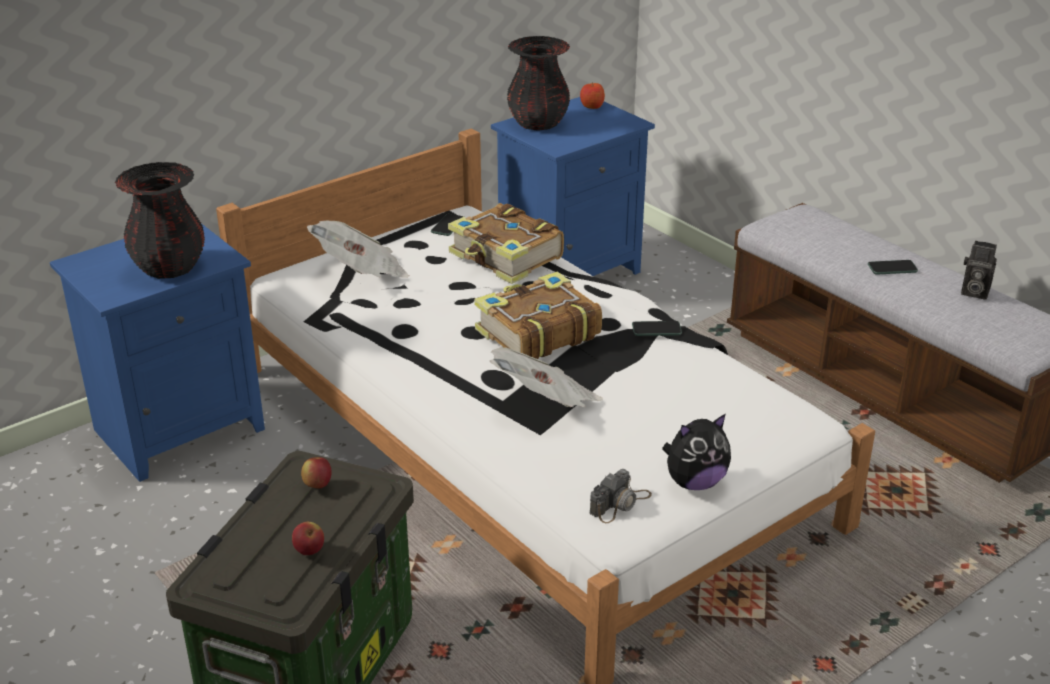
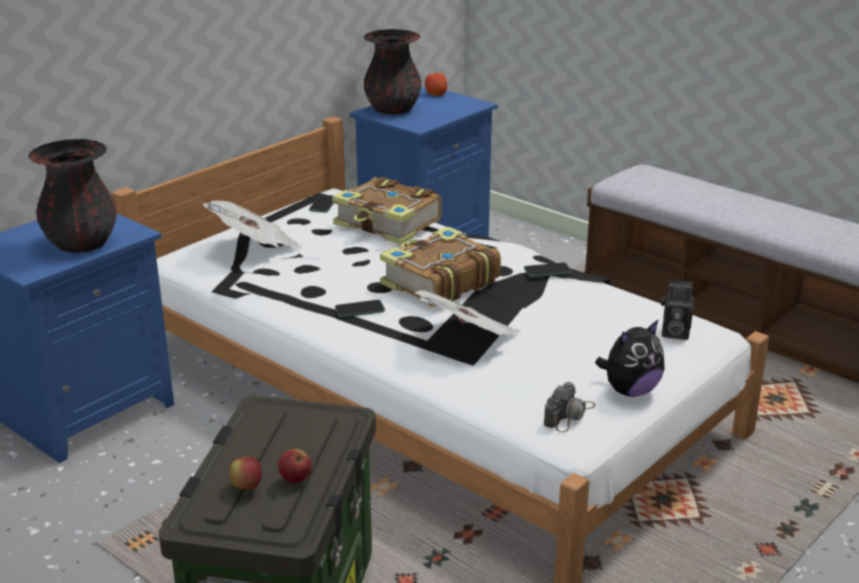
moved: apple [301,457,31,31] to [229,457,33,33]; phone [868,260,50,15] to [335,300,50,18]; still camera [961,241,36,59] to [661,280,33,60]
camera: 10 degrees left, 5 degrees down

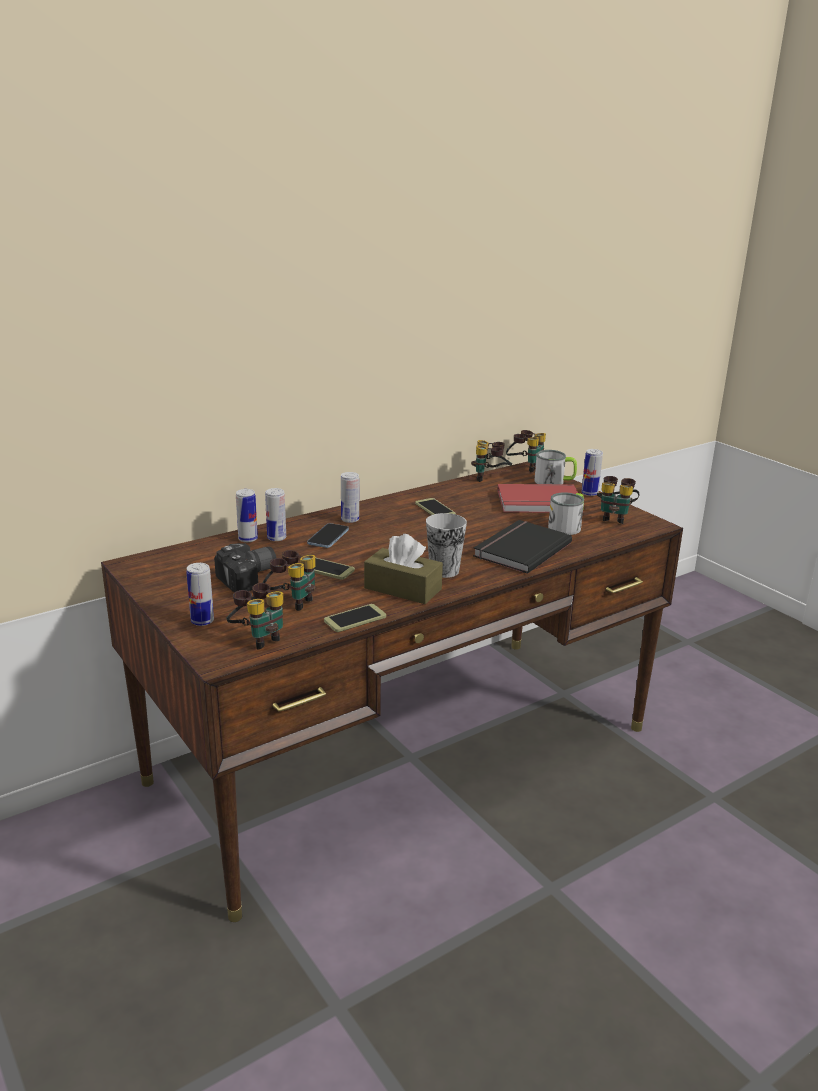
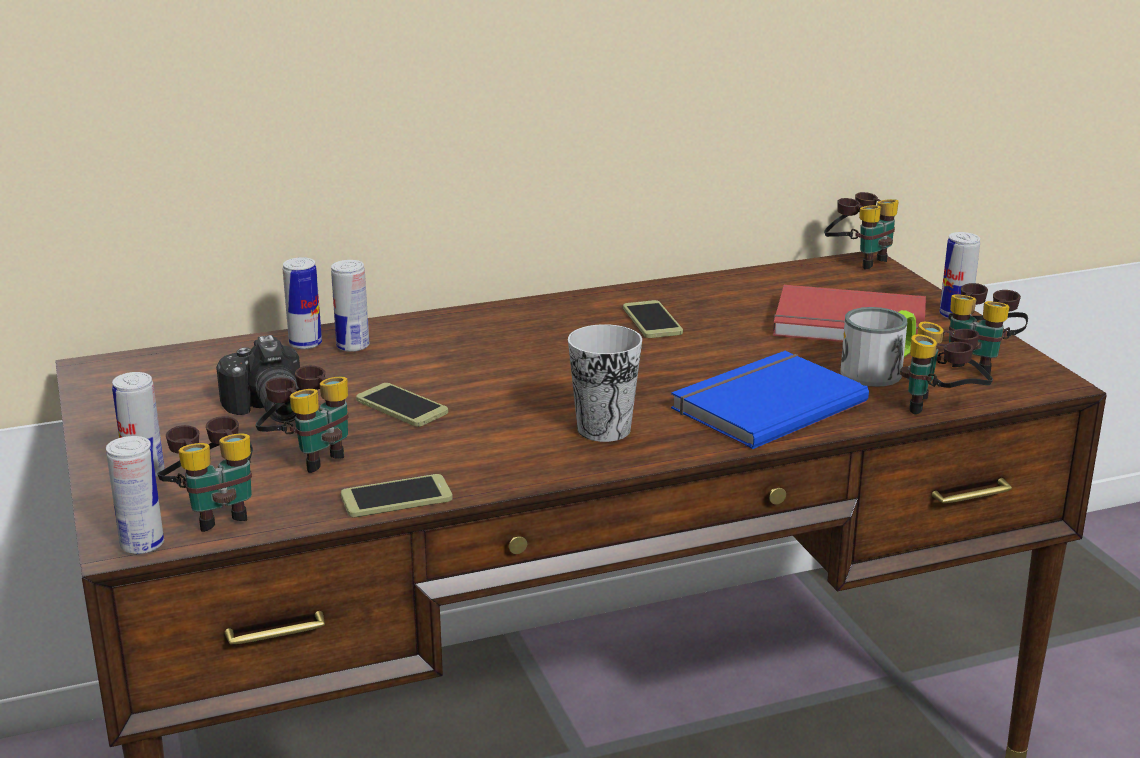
removed: phone [307,523,42,25]; brown-coloured box of tissues [364,534,79,70]; tea mug [534,450,43,34]
moved: metal can [341,472,18,51] to [106,436,58,118]; pair of binoculars [471,440,41,42] to [900,322,93,92]
recoloured: black book [473,520,99,54] to bluish book [671,351,198,98]
turned: still camera [214,543,62,49] = [216,335,84,88] 90 degrees clockwise
camera: 15 degrees right, 0 degrees up

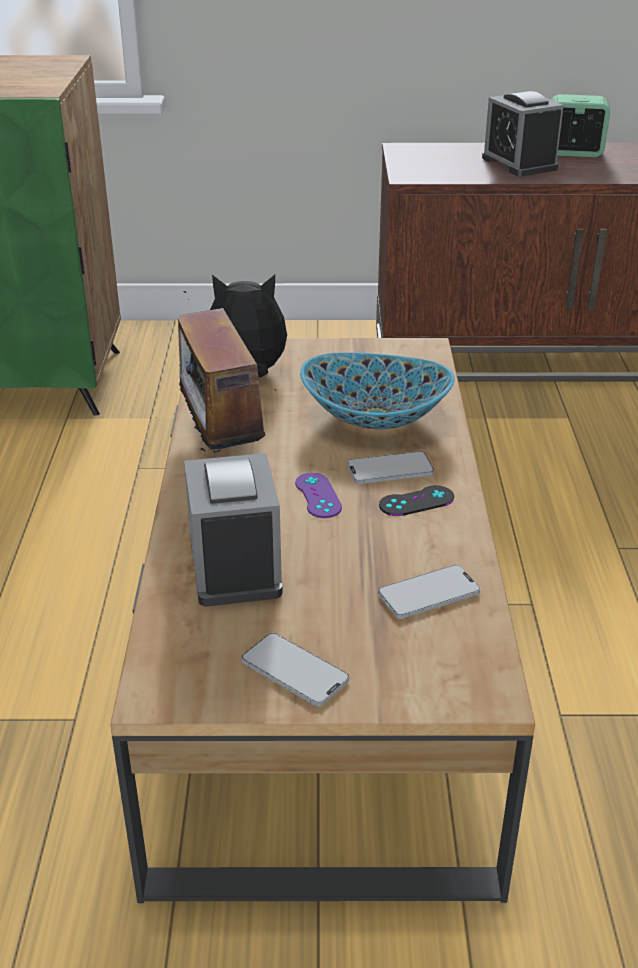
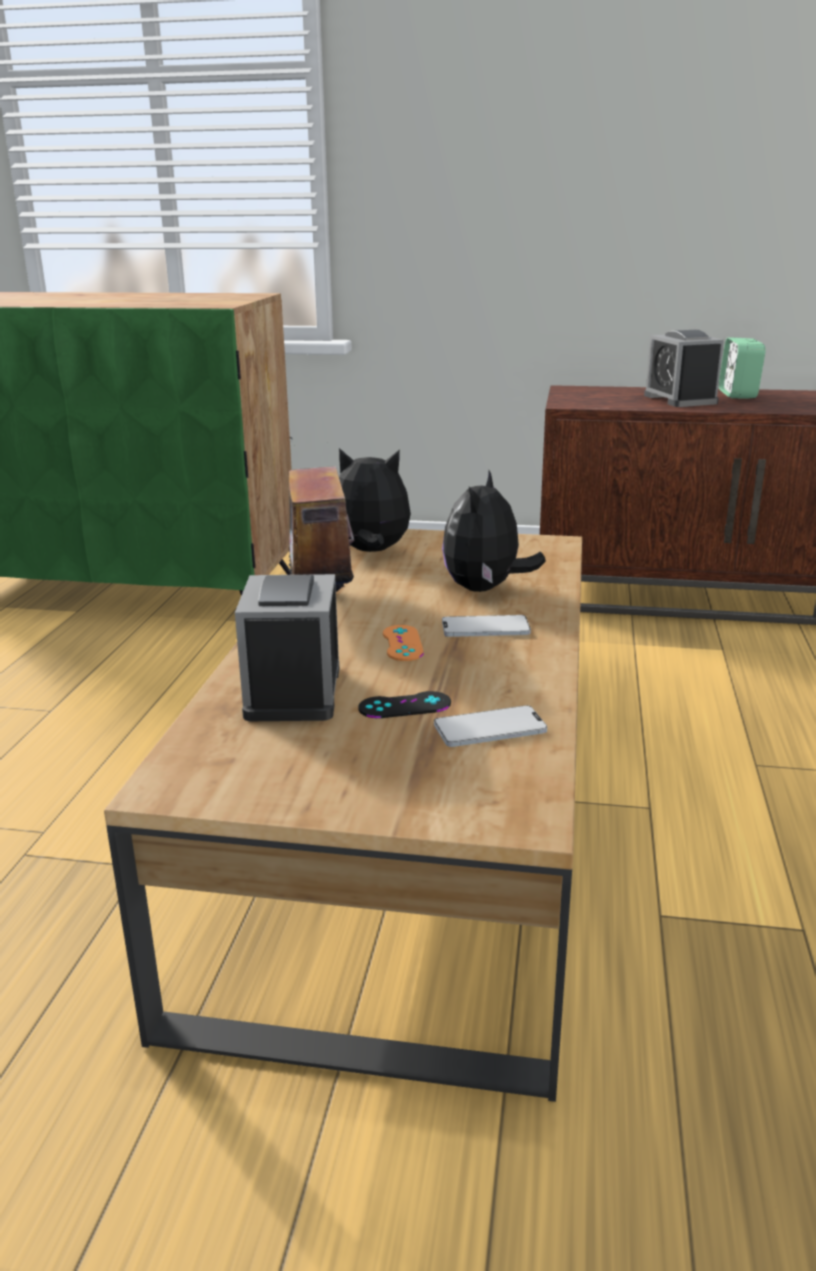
removed: phone [241,633,108,74]
moved: black game controller [379,485,75,31] to [358,691,93,27]
replaced: bowl [300,352,155,77] to cuddly toy [442,470,104,122]
recoloured: purplish game controller [295,473,47,45] to orangey game controller [383,625,41,36]
turned: table clock [551,94,59,63] = [719,338,46,60] 105 degrees counterclockwise
camera: 10 degrees right, 10 degrees down

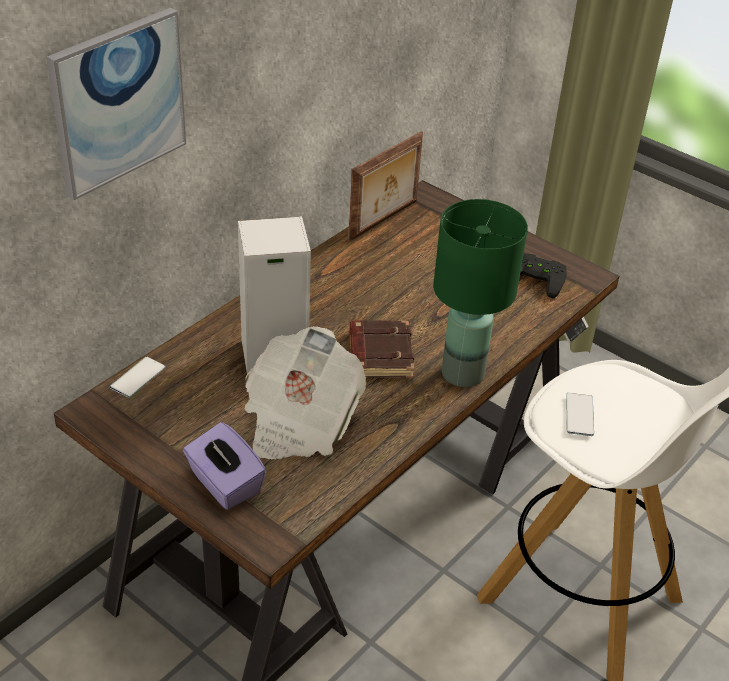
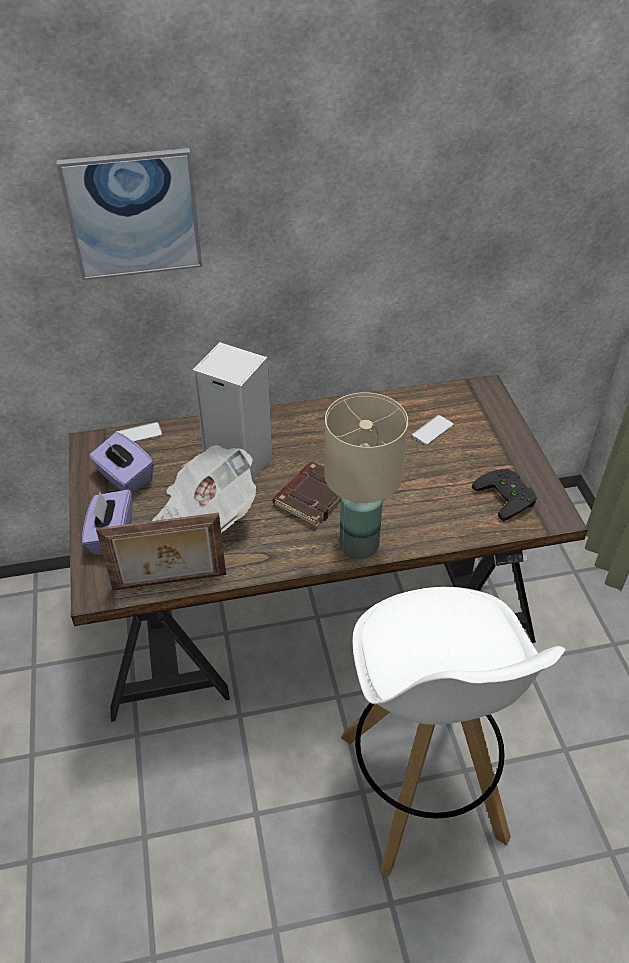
added: purplish box of tissues [89,432,65,61]
moved: standing frame [348,131,75,110] to [96,513,130,77]; phone [566,393,28,43] to [411,415,43,30]
recoloured: greenish table lamp [433,199,95,188] to sand-coloured table lamp [324,392,84,167]
camera: 40 degrees right, 5 degrees up

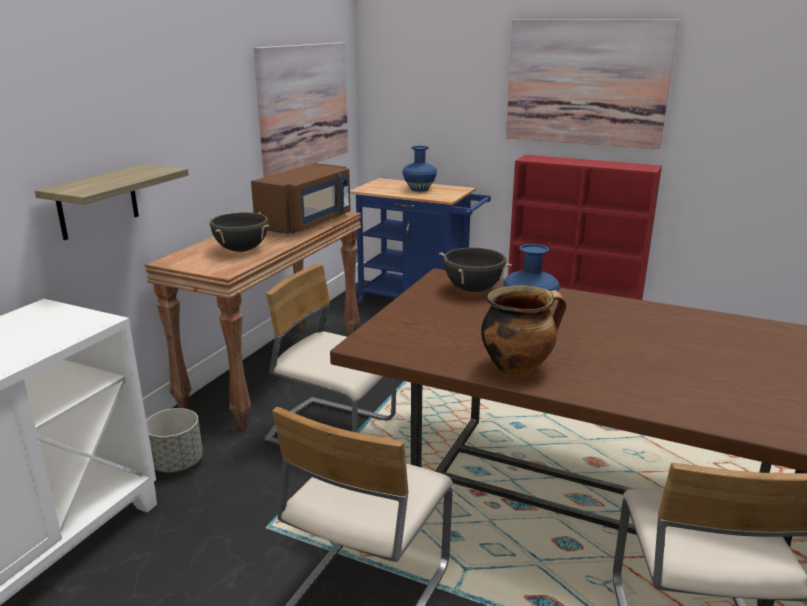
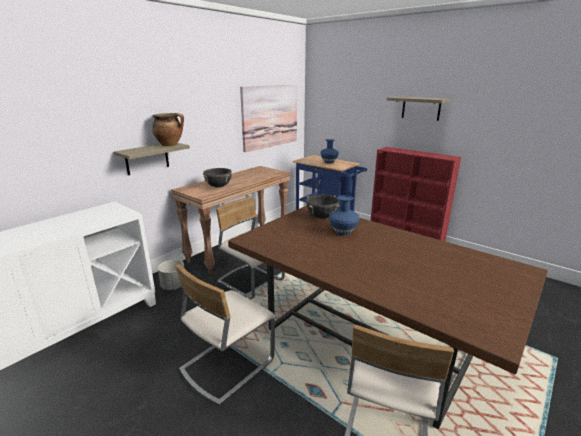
removed: brown-coloured microwave [251,163,100,71]
moved: cooking pot [481,285,85,91] to [152,113,32,33]
replaced: picture [506,20,173,129] to bracket shelf [387,96,64,25]
camera: 15 degrees right, 0 degrees up

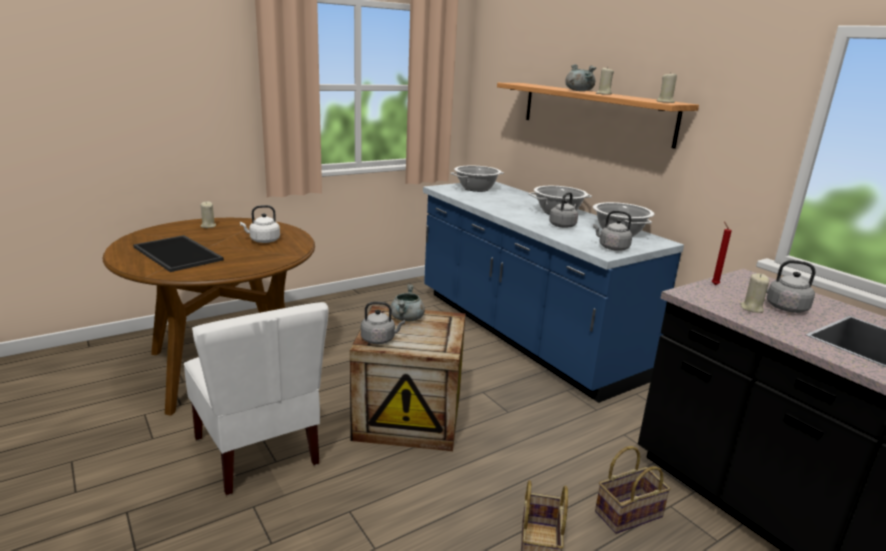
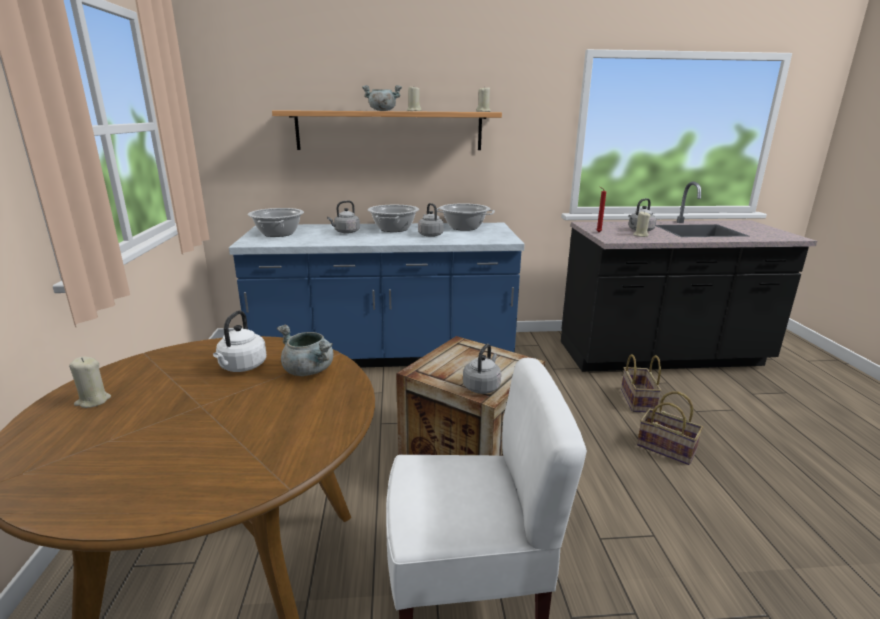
removed: serving tray [133,235,91,37]
moved: greyish cooking pot [391,284,34,38] to [277,325,56,51]; greyish water kettle [593,211,39,40] to [327,201,33,33]
camera: 60 degrees left, 0 degrees up

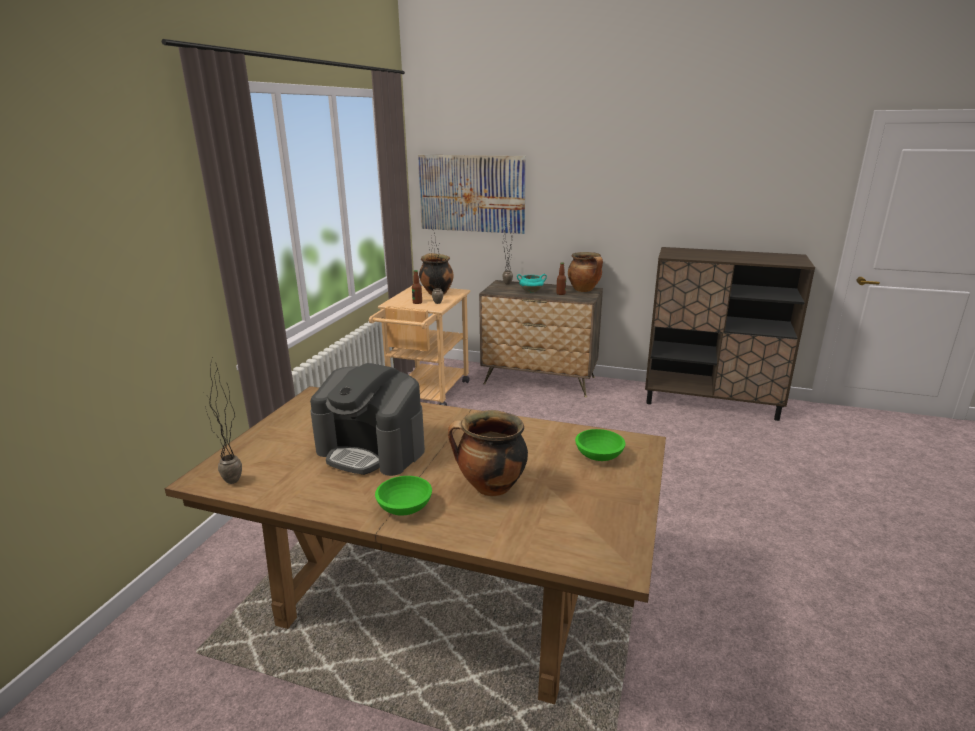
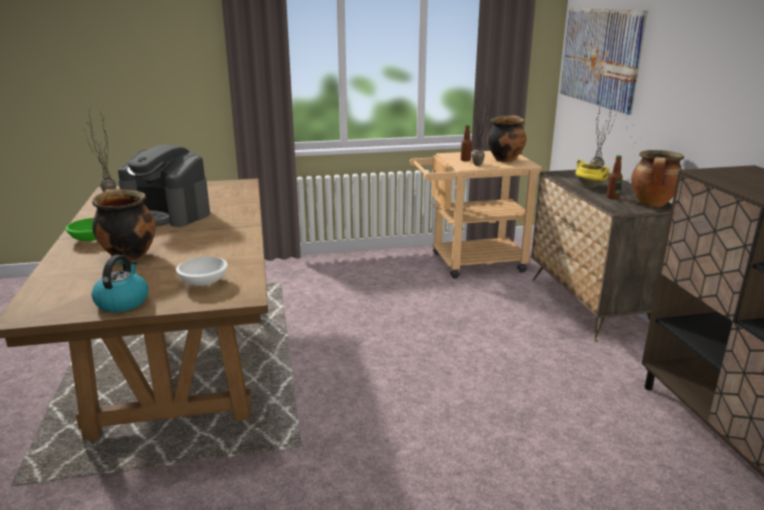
added: water kettle [91,255,57,57]
recoloured: turquoise cooking pot [517,274,30,19] to yellowish cooking pot [575,159,35,28]; greenish bowl [575,429,51,32] to white-coloured bowl [176,257,51,29]
turned: coffee maker [310,363,115,113] = [118,144,92,83] 60 degrees counterclockwise
camera: 60 degrees right, 0 degrees up

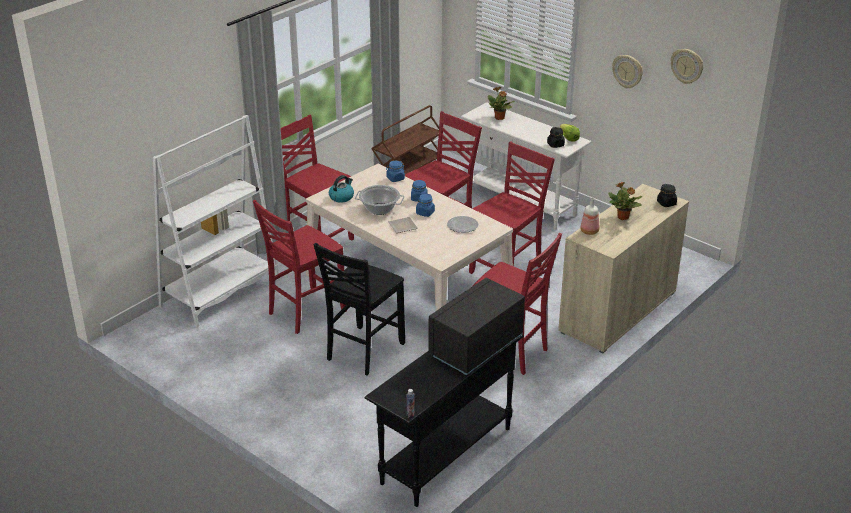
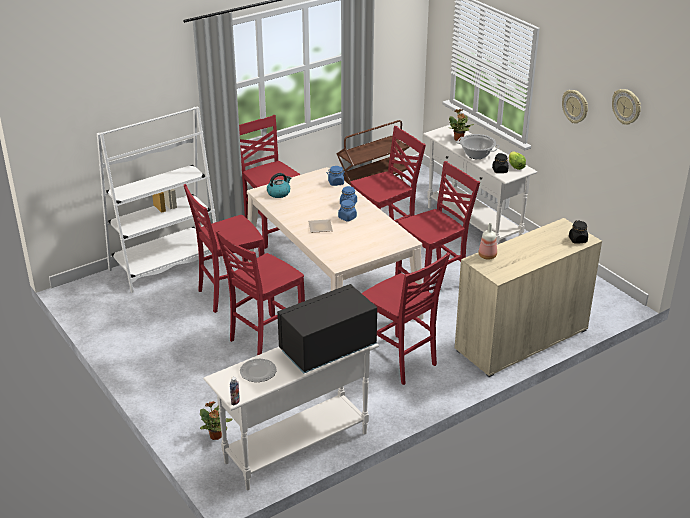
moved: cooking pot [355,185,49,30] to [456,134,43,25]; flat dish [447,216,31,17] to [240,359,37,23]; houseplant [608,182,34,38] to [200,401,32,39]
recoloured: black upright chair [314,243,91,132] to red-coloured upright chair [215,230,90,125]; black hall table [364,335,160,172] to white-coloured hall table [203,343,176,147]
camera: 15 degrees right, 0 degrees up

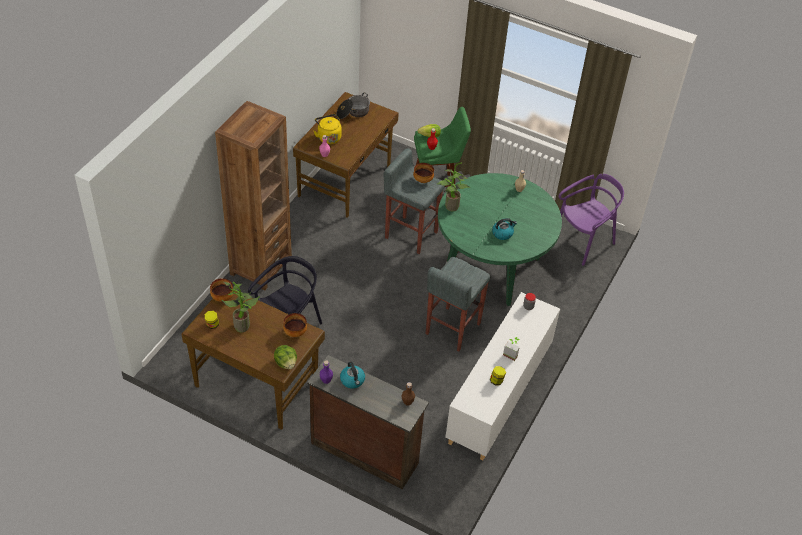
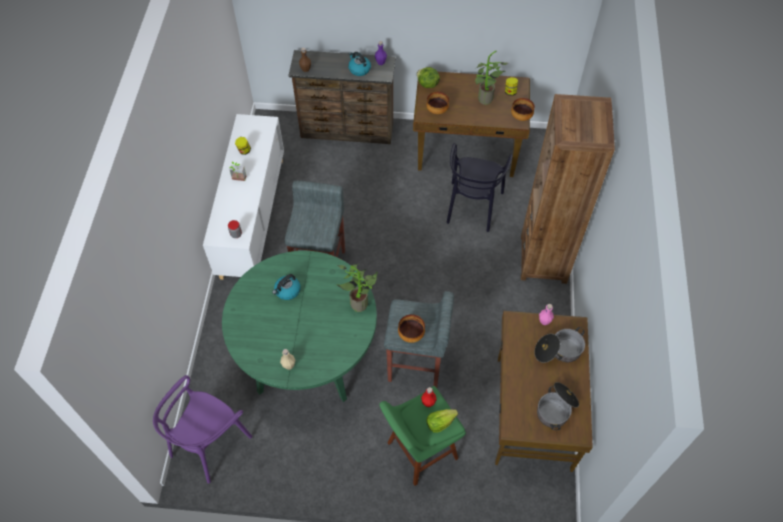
replaced: yellowish water kettle [314,114,28,30] to cooking pot [534,327,51,36]
camera: 160 degrees right, 10 degrees up

